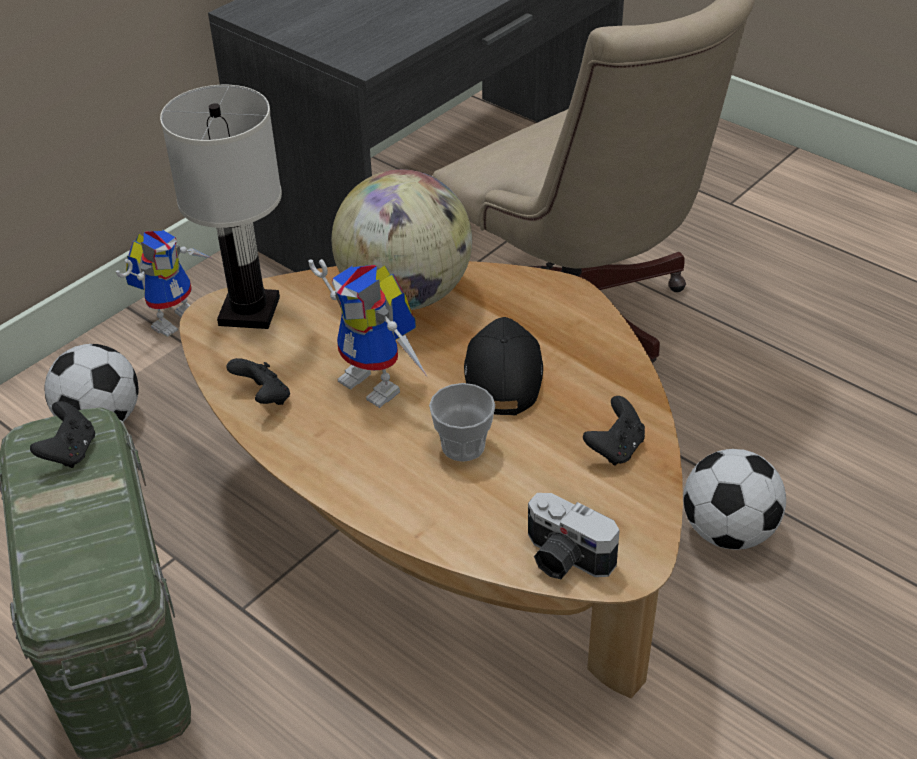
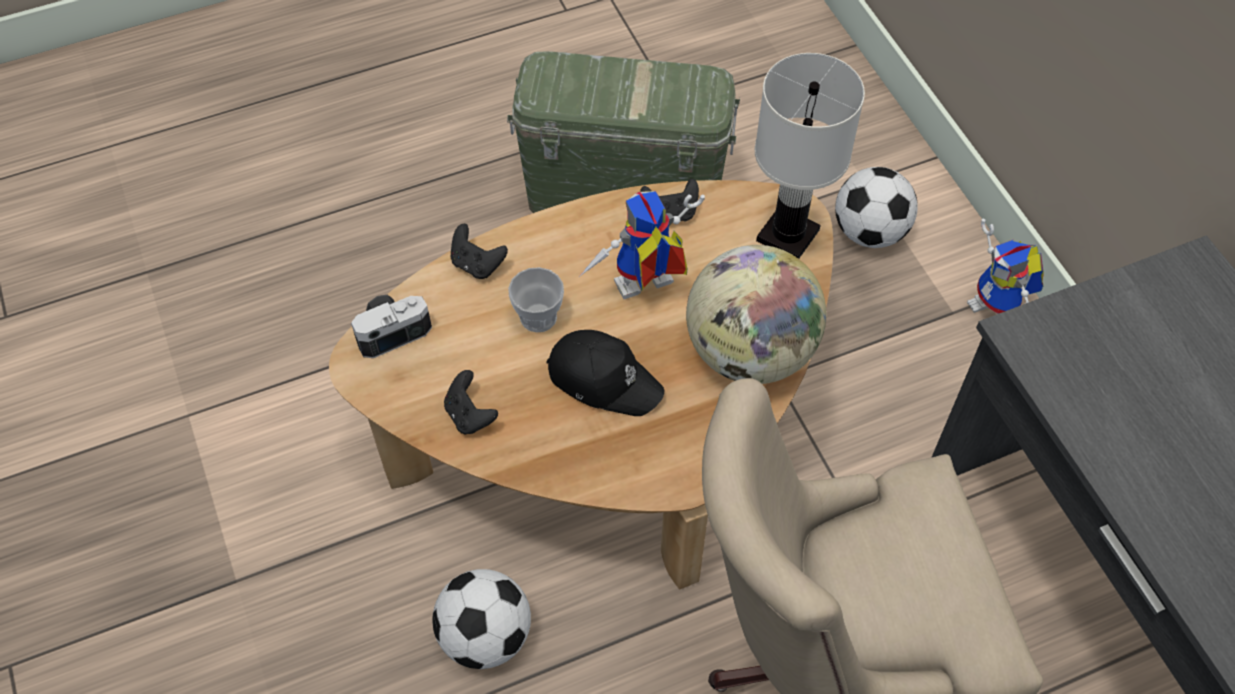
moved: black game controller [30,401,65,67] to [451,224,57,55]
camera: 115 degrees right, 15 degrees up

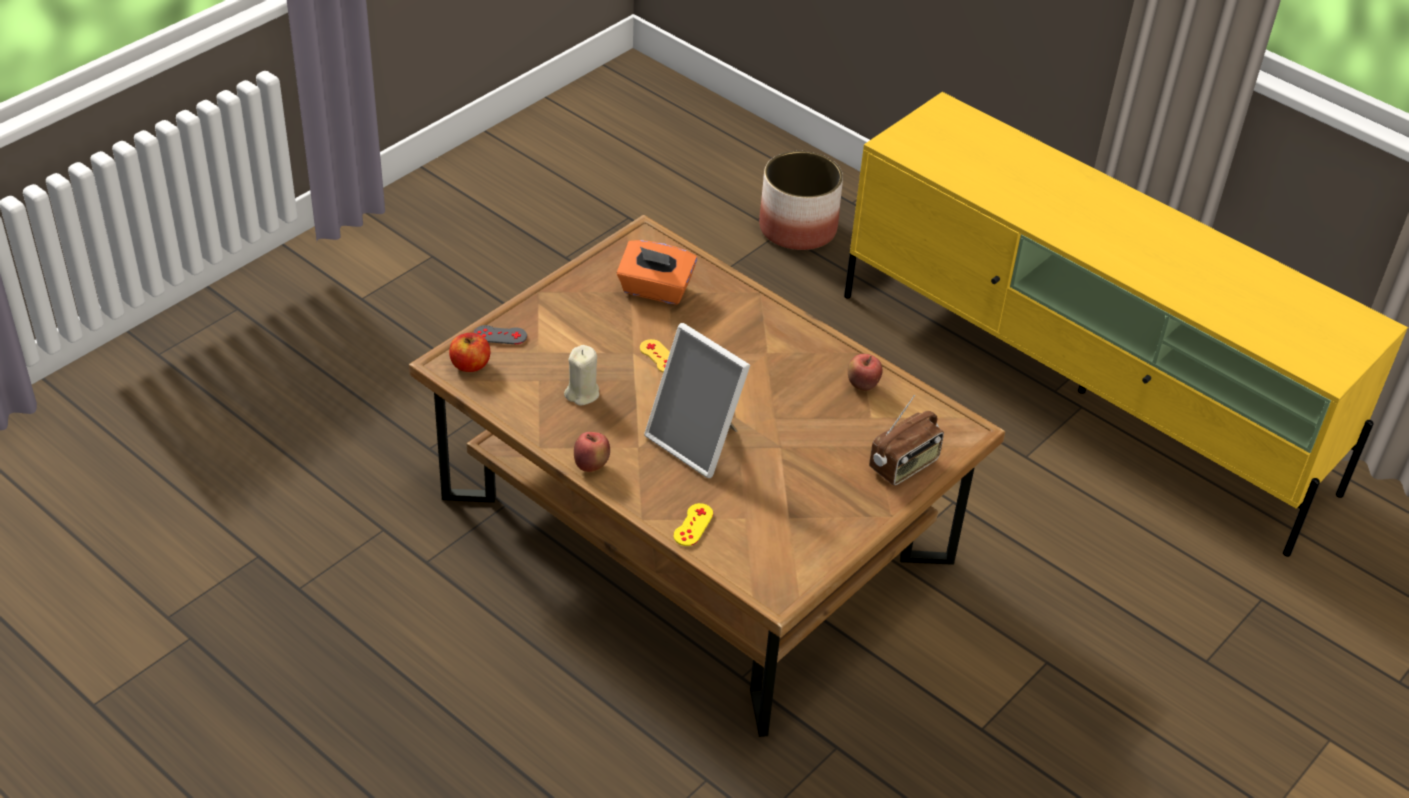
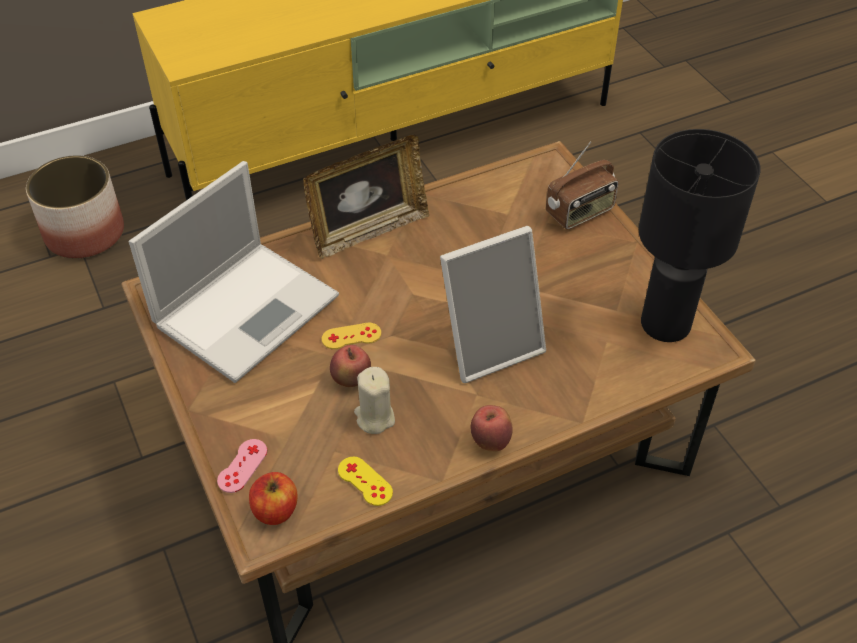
added: standing frame [303,135,127,124]; black table lamp [639,129,122,213]
moved: yellowish game controller [674,503,39,43] to [338,457,55,49]; apple [848,354,35,37] to [330,345,41,42]
replaced: orangey box of tissues [617,240,80,65] to portable computer [129,161,210,222]
recoloured: greyish game controller [473,325,54,19] to pinkish game controller [217,439,50,54]
turned: radio receiver [869,395,75,91] = [546,142,73,88] 75 degrees clockwise
camera: 65 degrees left, 5 degrees up

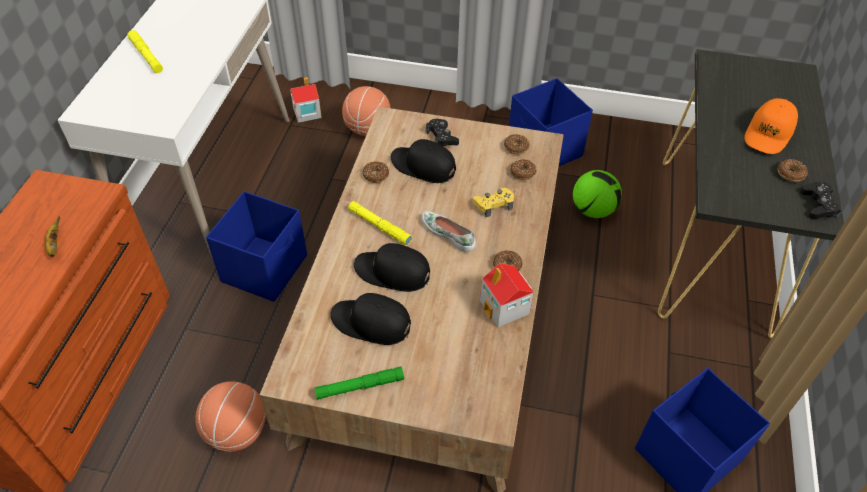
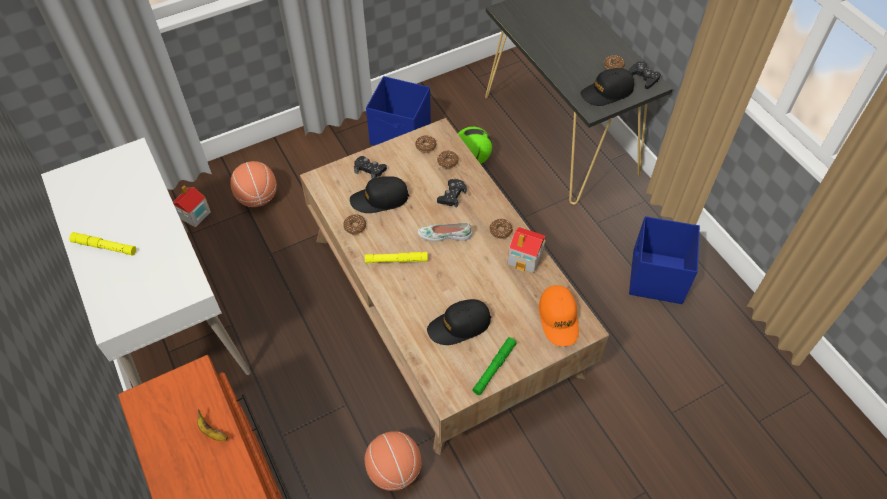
removed: bluish storage bin [206,191,101,111]
moved: black cap [354,243,76,49] to [580,68,54,38]; orangey cap [744,98,54,56] to [539,285,40,61]
recoloured: yellowish game controller [473,188,41,29] to black game controller [437,179,30,29]
camera: 40 degrees left, 5 degrees up

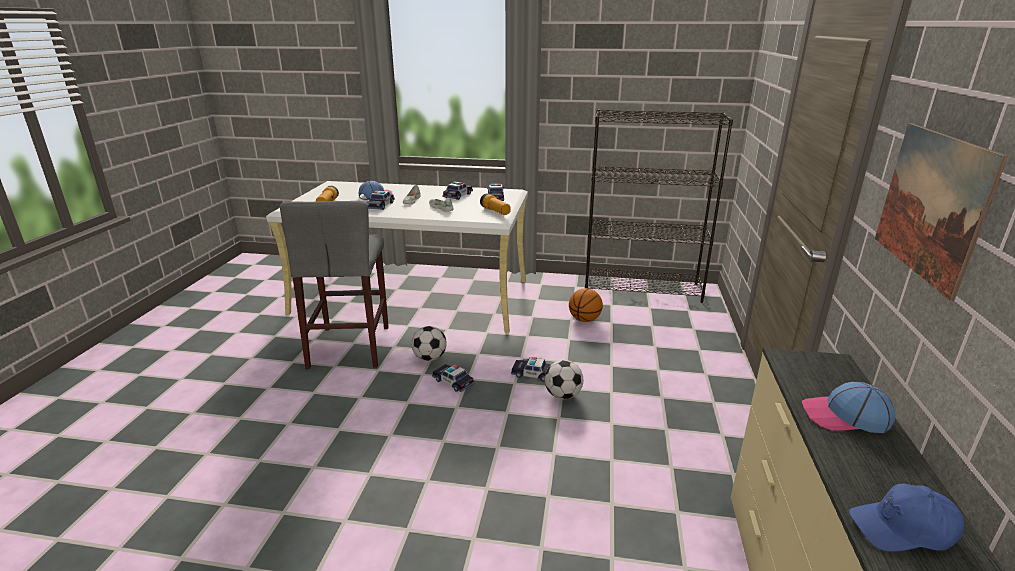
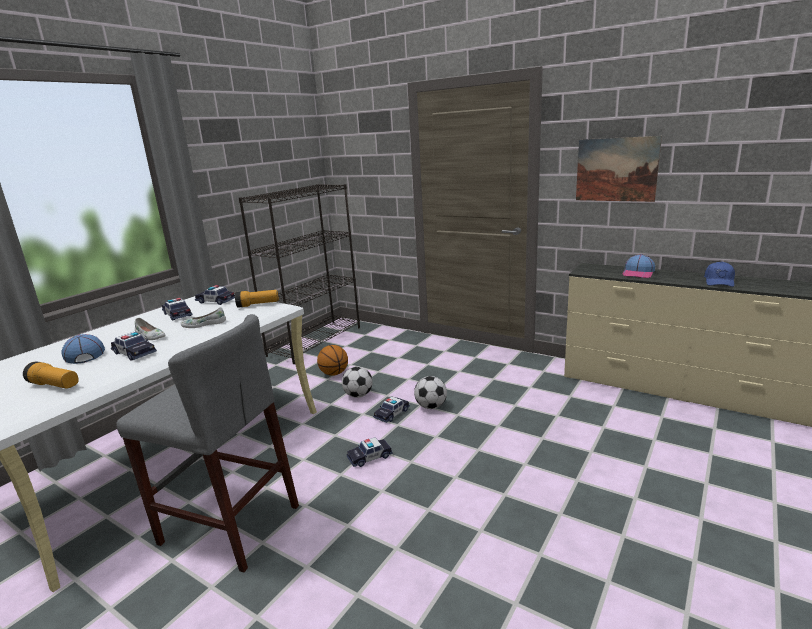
moved: football [411,326,36,35] to [342,367,31,31]
camera: 65 degrees left, 5 degrees down

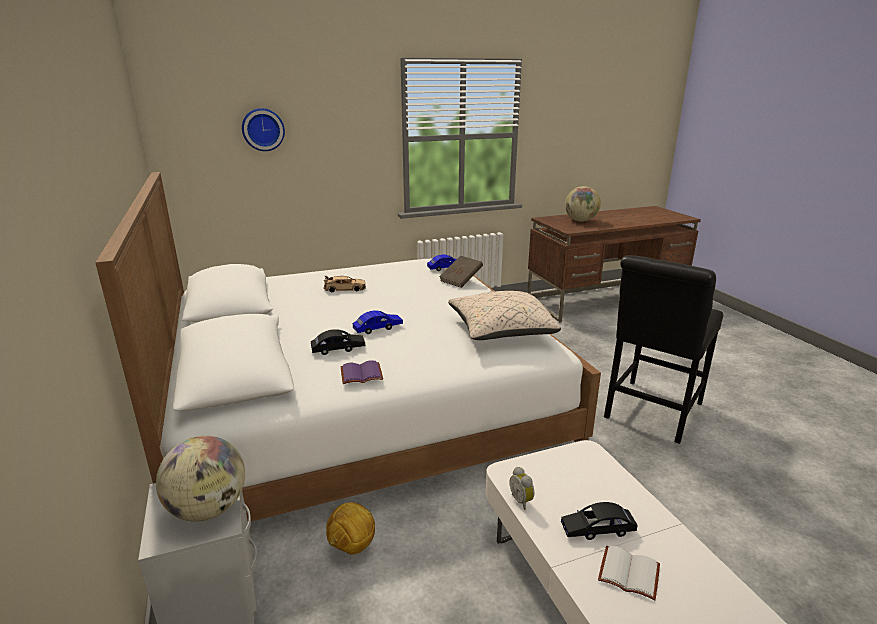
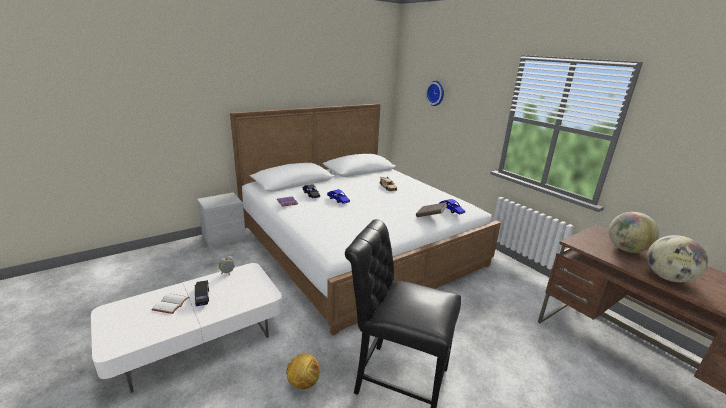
removed: sand-coloured throw pillow [448,291,113,49]
moved: world globe [156,436,89,85] to [647,235,61,47]; football [326,502,49,53] to [286,353,34,36]
camera: 75 degrees right, 0 degrees up

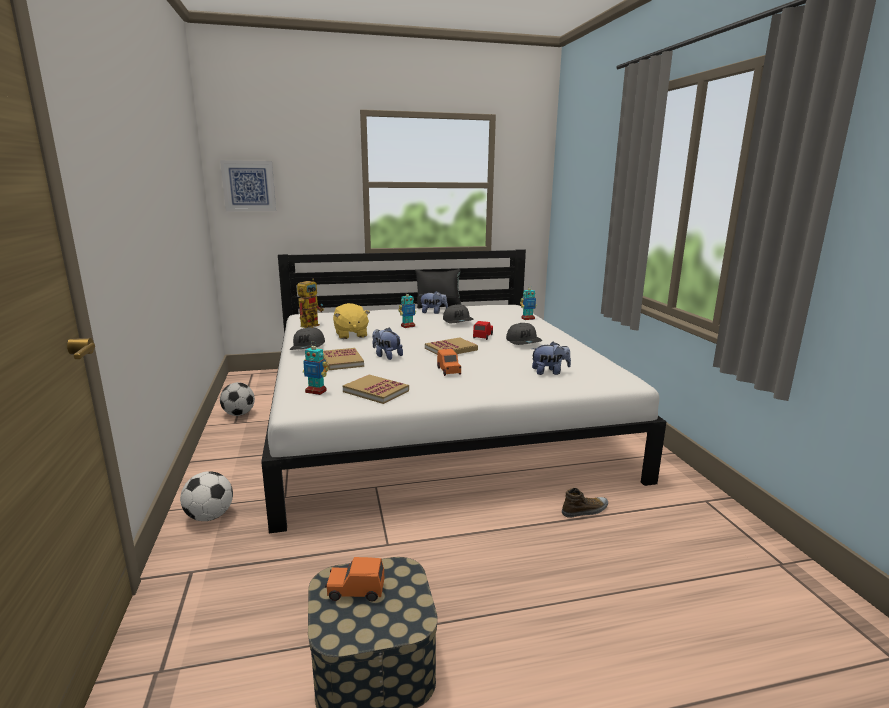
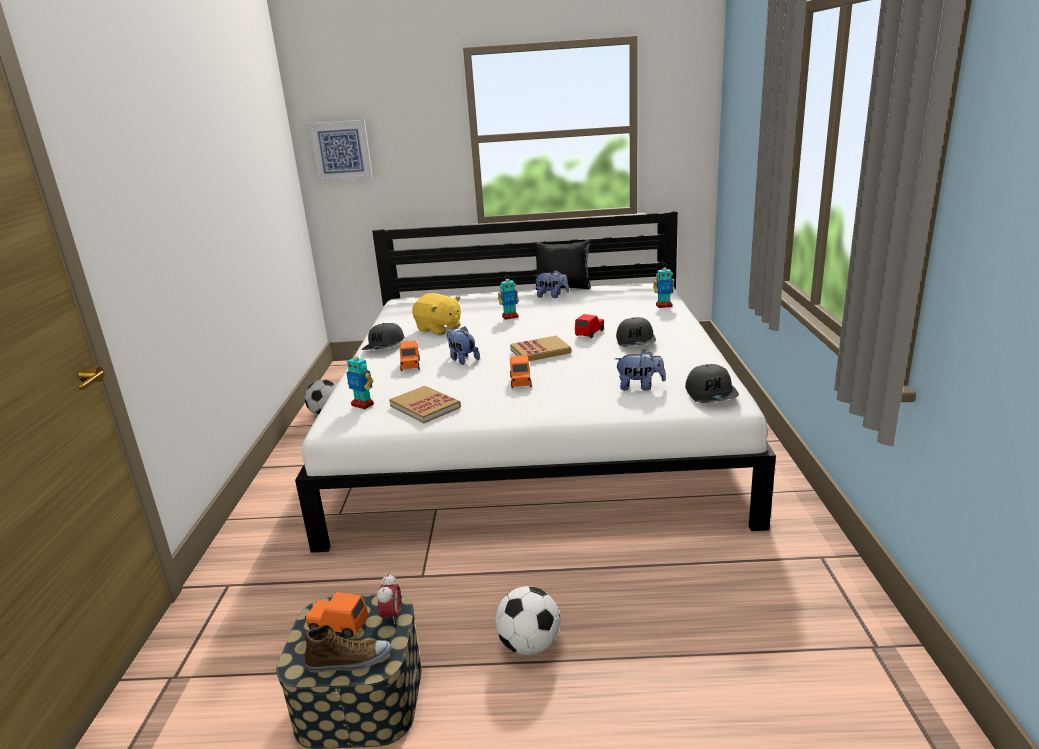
removed: toy robot [297,278,27,50]
added: table clock [377,573,24,51]
moved: football [180,471,53,50] to [495,586,65,69]; greyish cap [443,304,31,19] to [685,364,54,39]; shoe [562,488,46,30] to [305,625,86,48]
replaced: book [323,348,41,22] to orangey miniature car [400,341,20,30]
turned: yellowish cuddly toy [333,303,37,36] = [412,293,49,42] 45 degrees counterclockwise
camera: 15 degrees right, 5 degrees up

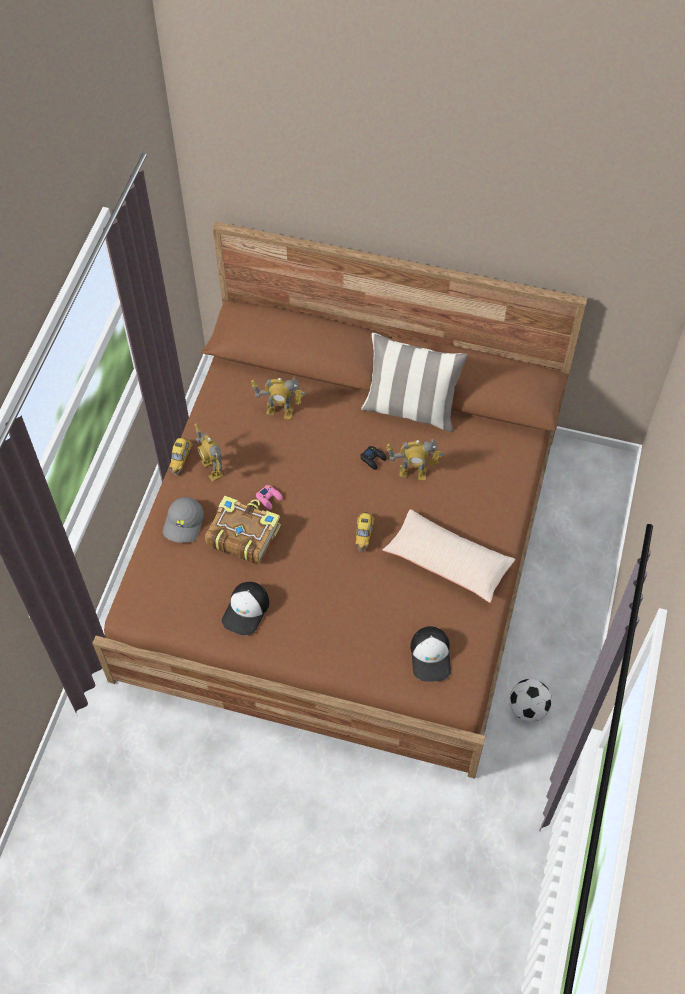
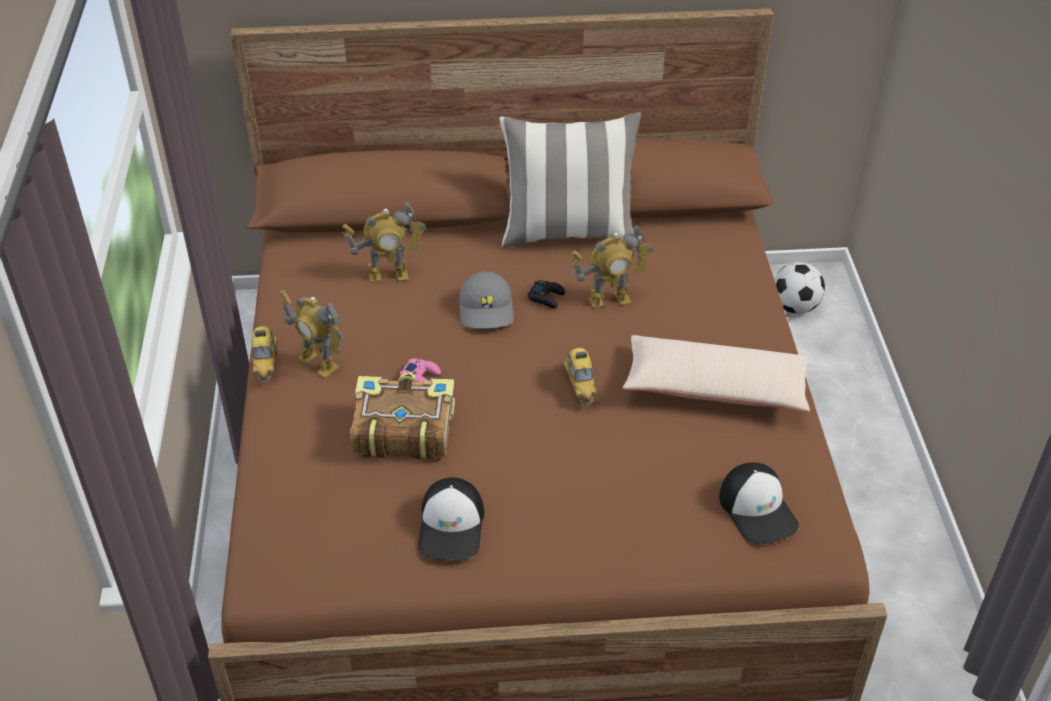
moved: greyish cap [163,497,41,46] to [459,272,54,57]; football [509,679,43,43] to [774,262,51,52]
camera: 20 degrees left, 15 degrees down

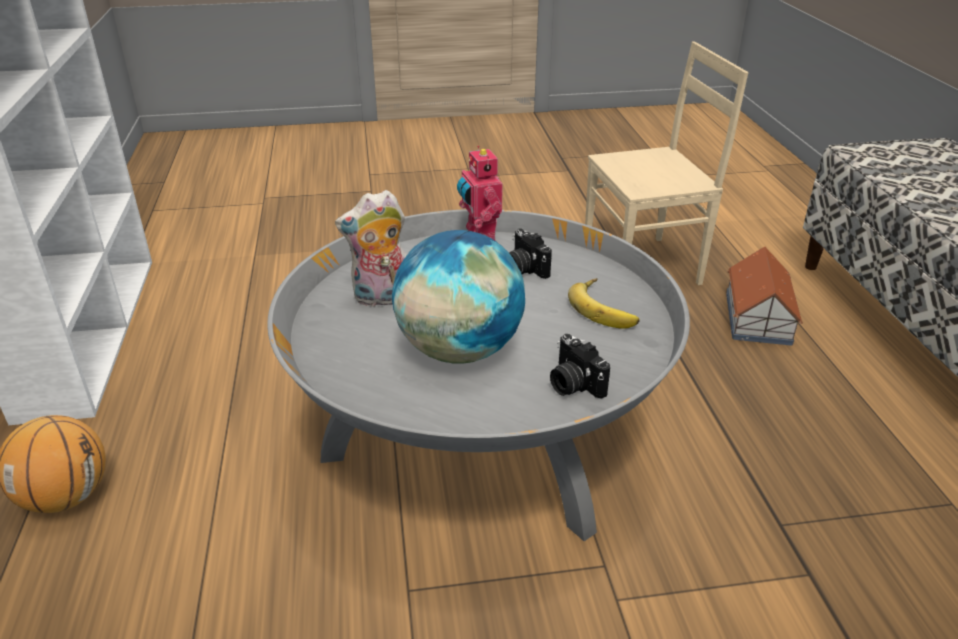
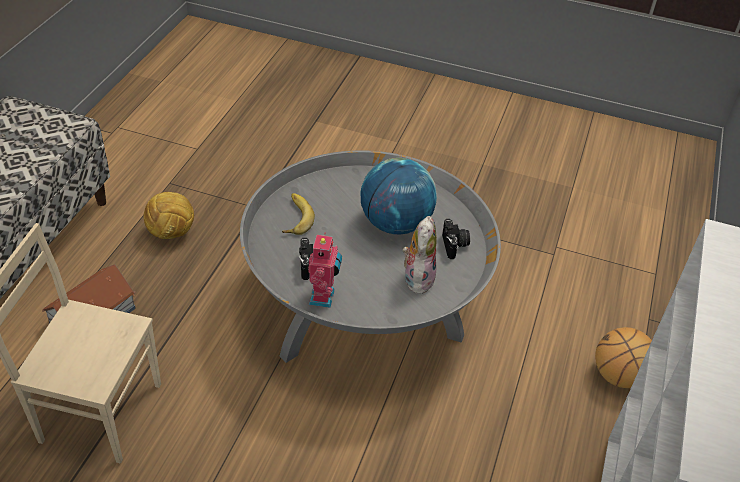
added: football [144,192,50,47]
moved: still camera [550,334,60,65] to [442,219,28,40]
turned: cuddly toy [335,190,72,117] = [402,216,35,78] 90 degrees counterclockwise
camera: 155 degrees left, 10 degrees up

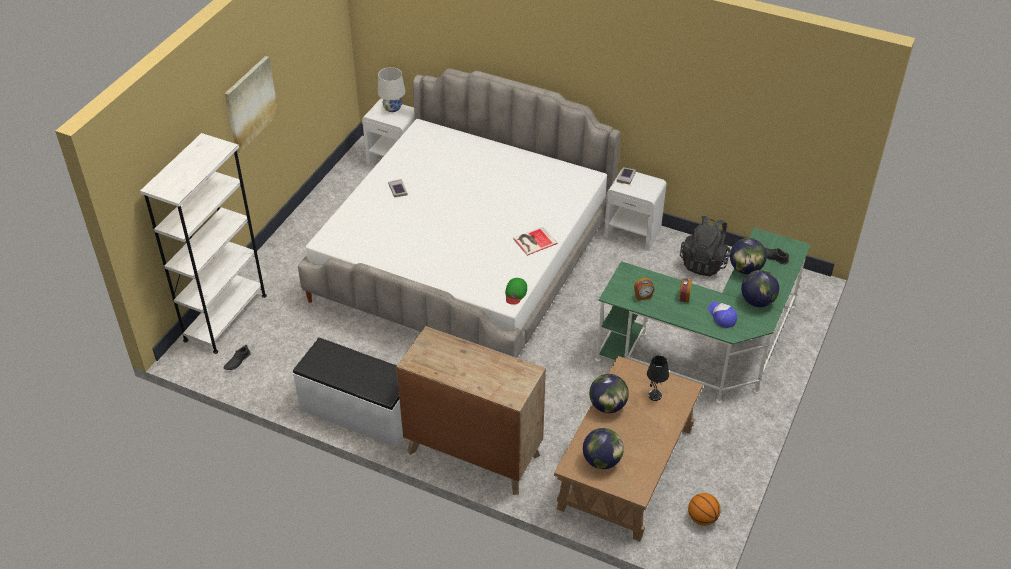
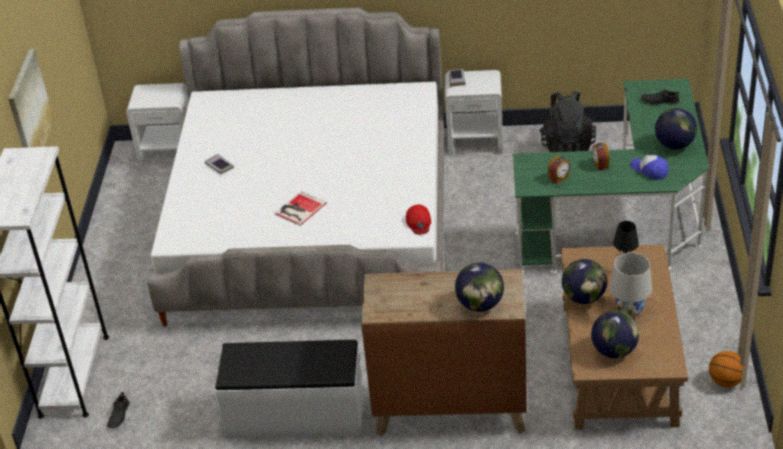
moved: white-coloured table lamp [377,67,28,45] to [610,253,42,64]; book [513,227,44,29] to [274,191,53,35]; world globe [730,238,37,36] to [455,262,49,50]
recoloured: greenish cap [505,278,22,27] to red-coloured cap [406,204,25,31]
camera: 20 degrees left, 5 degrees down

